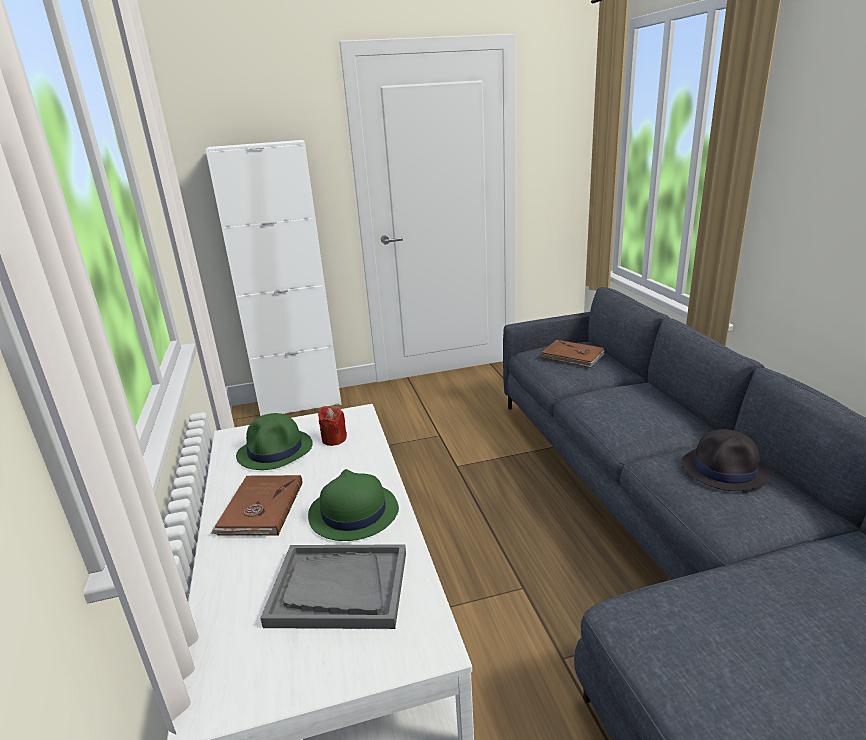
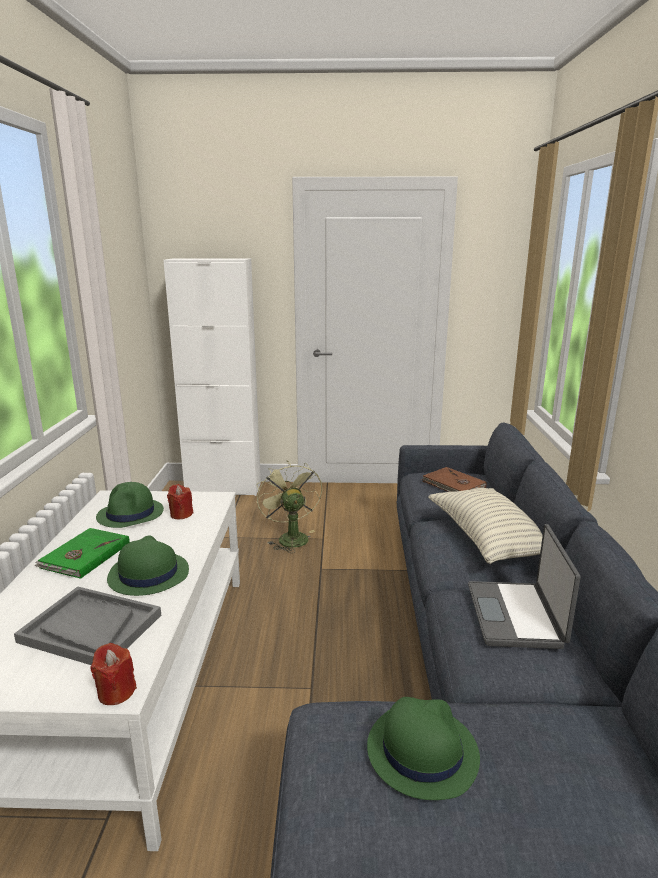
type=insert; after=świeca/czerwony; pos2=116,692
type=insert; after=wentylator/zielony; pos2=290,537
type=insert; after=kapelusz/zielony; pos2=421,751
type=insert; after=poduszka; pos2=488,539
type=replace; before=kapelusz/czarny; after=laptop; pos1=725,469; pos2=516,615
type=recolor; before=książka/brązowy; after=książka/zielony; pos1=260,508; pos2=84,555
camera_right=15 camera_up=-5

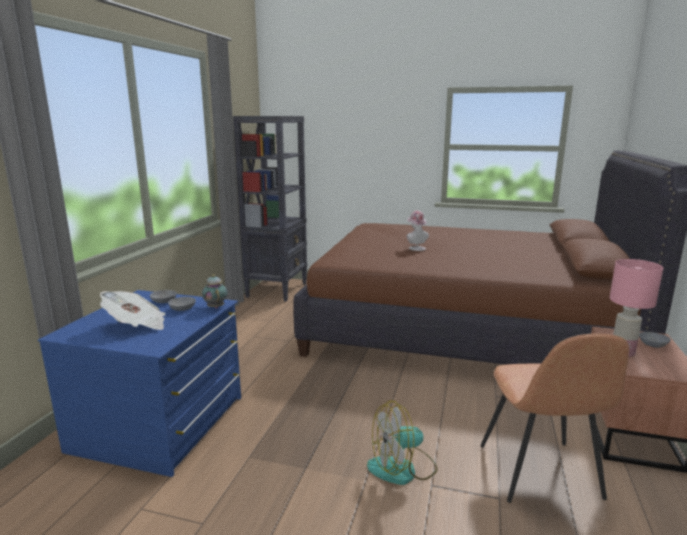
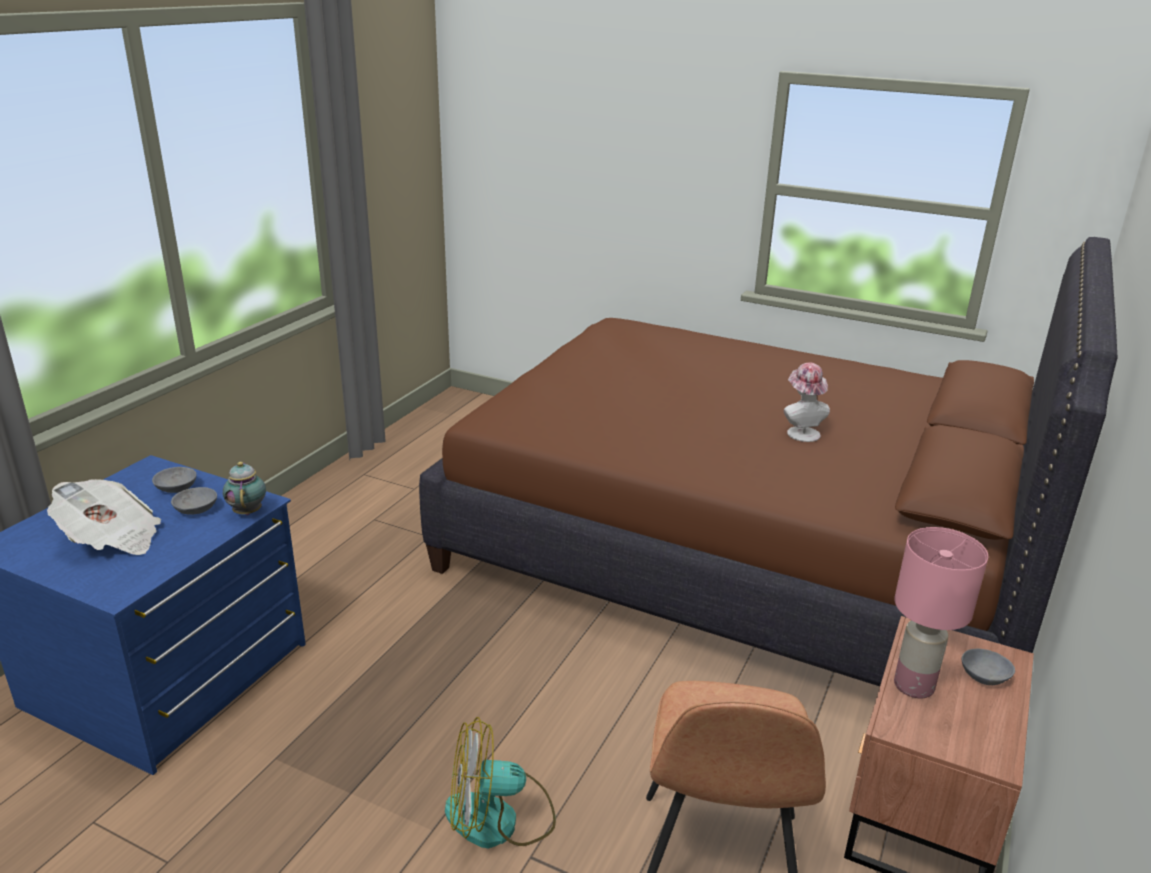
type=delete; before=regał/czarny; pos1=277,290
type=move; before=kapelusz; pos1=415,248; pos2=801,432
camera_right=10 camera_up=10

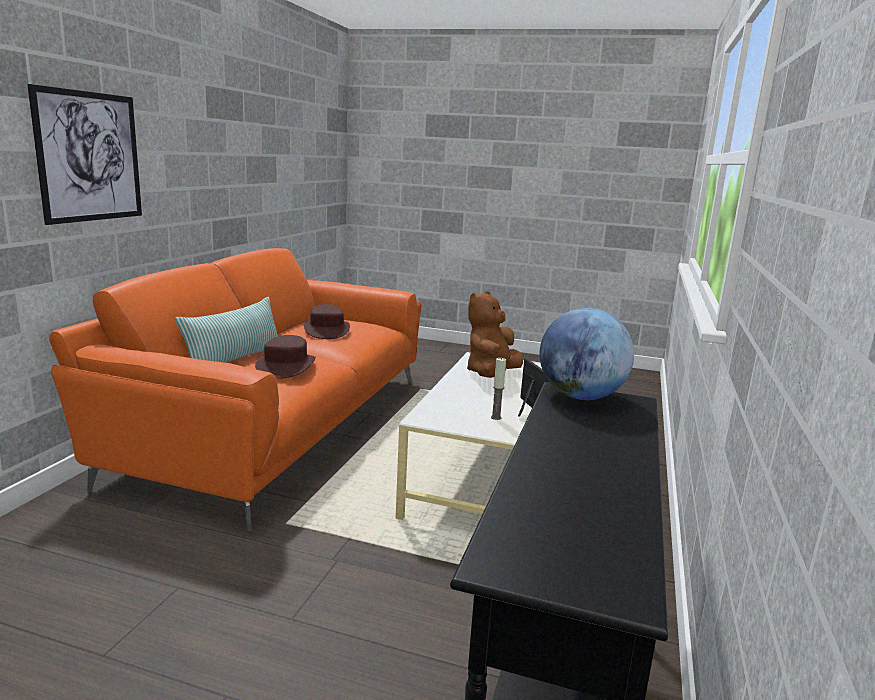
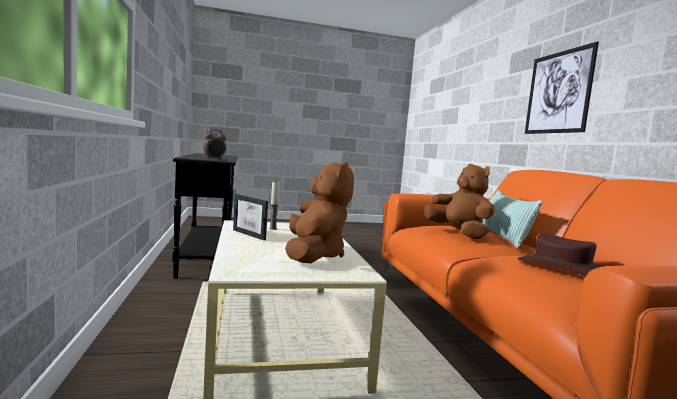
type=replace; before=kapelusz/brązowy; after=pluszak/brązowy; pos1=286,366; pos2=459,234
type=replace; before=globus; after=budzik; pos1=580,396; pos2=214,159
camera_right=150 camera_up=-10

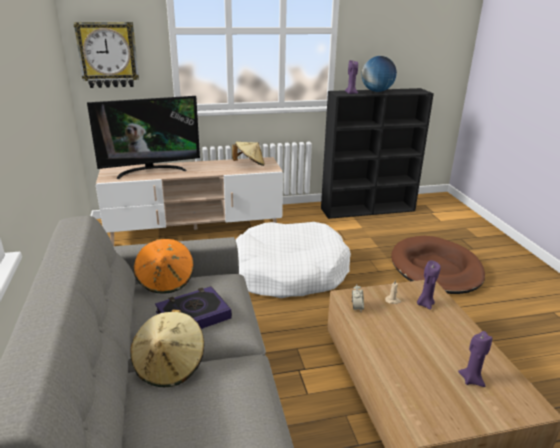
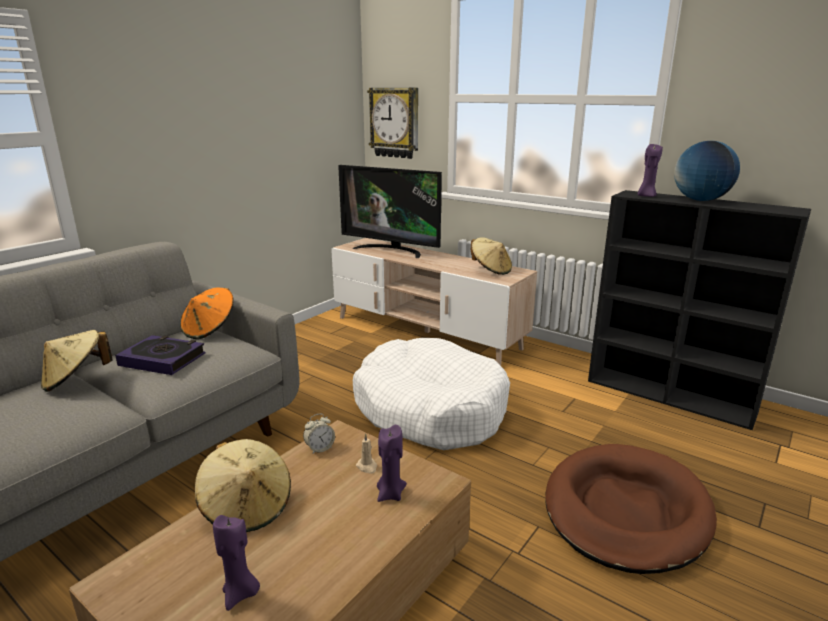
type=insert; after=kapelusz/beżowy; pos2=247,507
camera_right=50 camera_up=-5

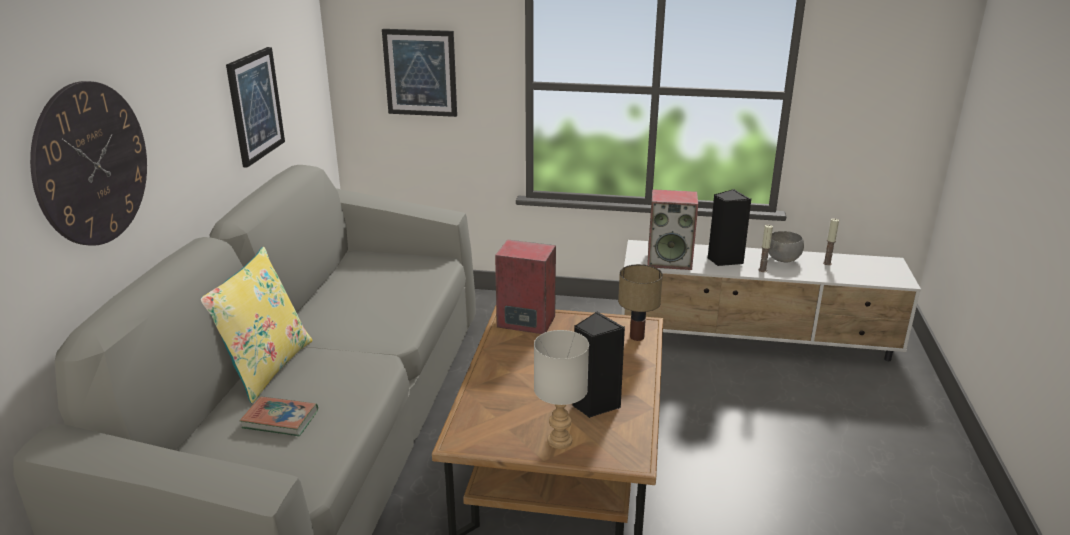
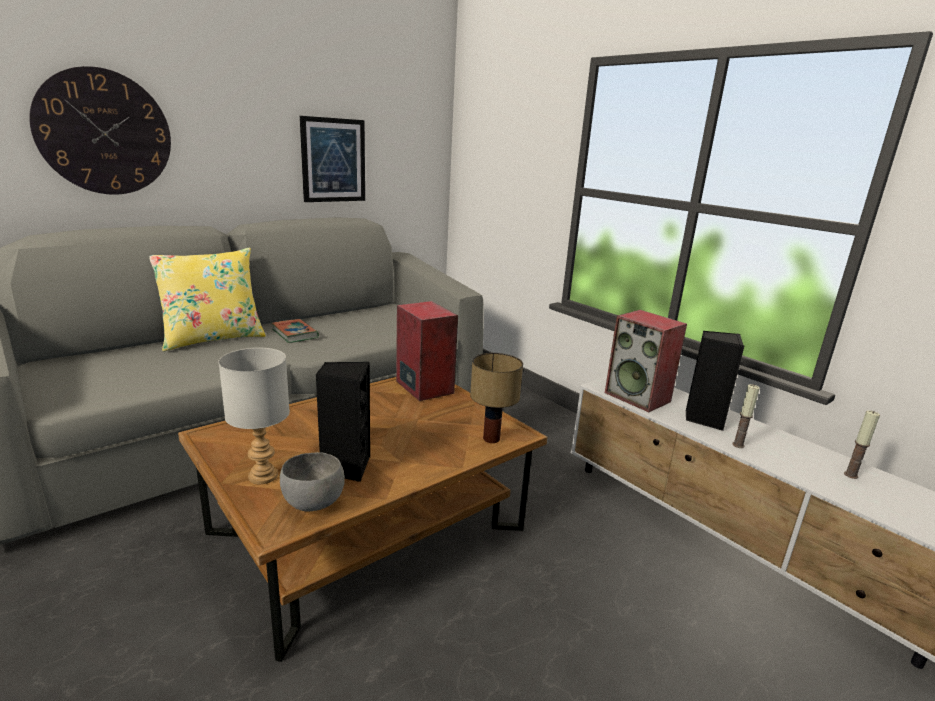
type=delete; before=obraz; pos1=420,72
type=move; before=książka; pos1=280,420; pos2=295,334
type=move; before=miska/szary; pos1=782,260; pos2=312,503
camera_right=40 camera_up=-5

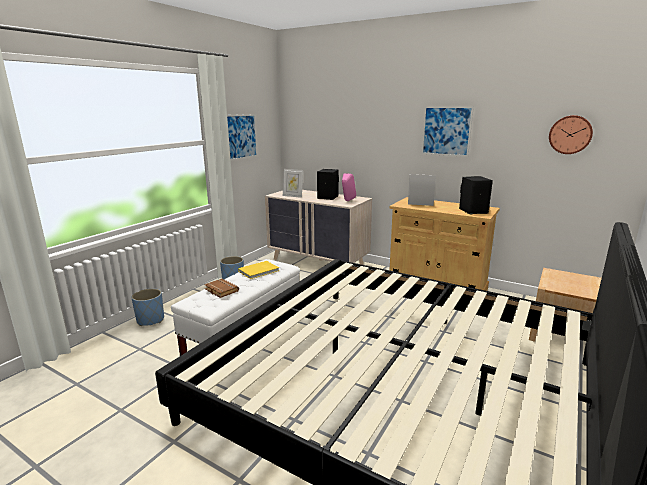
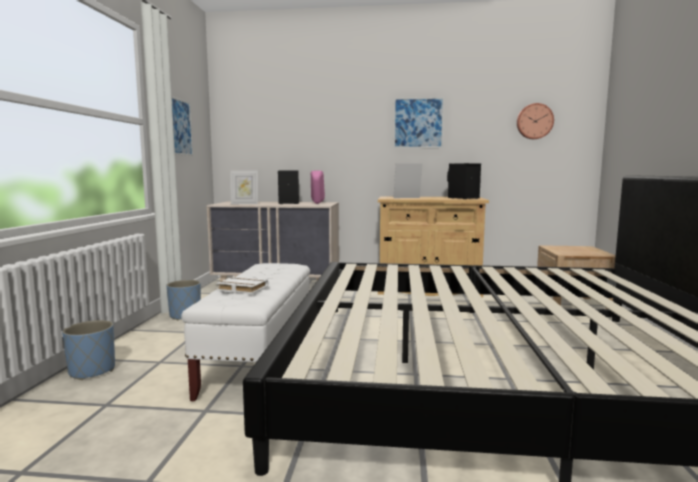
type=delete; before=książka/żółty; pos1=259,271
type=recolor; before=książka/brązowy; after=książka/biały; pos1=220,290; pos2=241,289
camera_right=-25 camera_up=-10

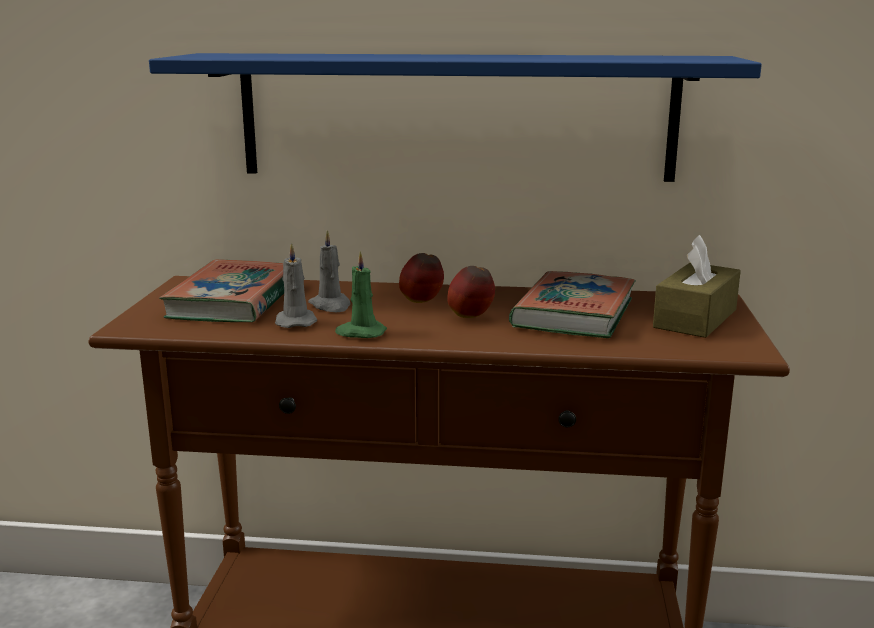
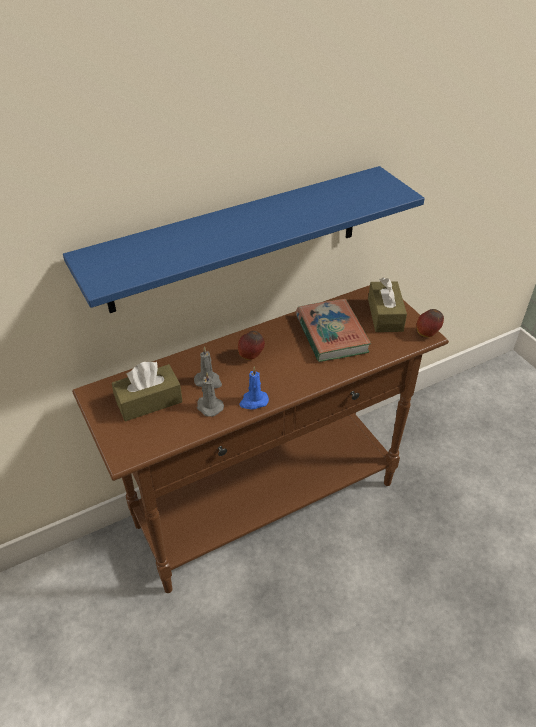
type=move; before=jabłko; pos1=471,318; pos2=427,334
type=replace; before=książka; after=pudełko chusteczek/brązowy; pos1=234,300; pos2=149,401
type=recolor; before=świeca/zielony; after=świeca/niebieski; pos1=360,333; pos2=253,401
camera_right=-35 camera_up=25

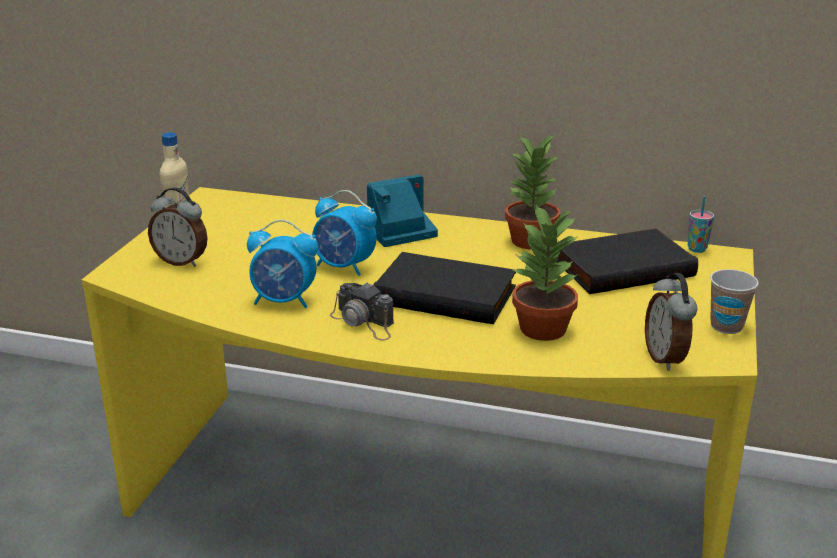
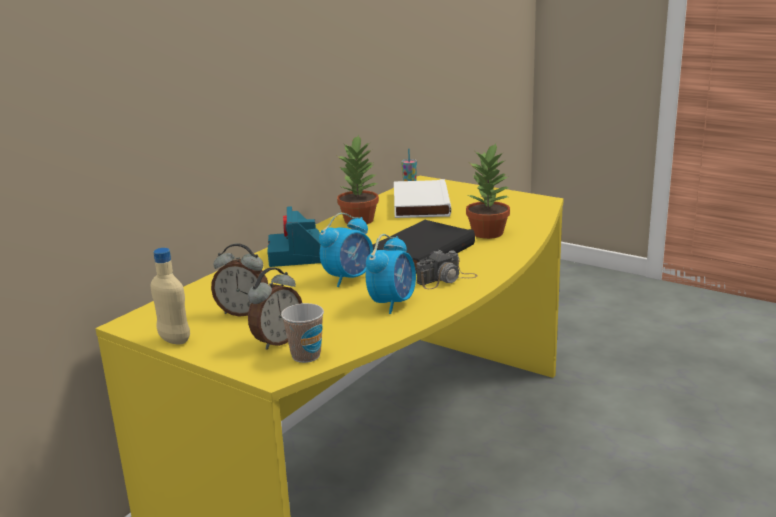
type=move; before=budzik; pos1=666,358; pos2=243,312
type=move; before=filiżanka; pos1=726,326; pos2=306,356
type=recolor; before=książka/czarny; after=książka/biały; pos1=623,267; pos2=419,204
camera_right=-70 camera_up=-5

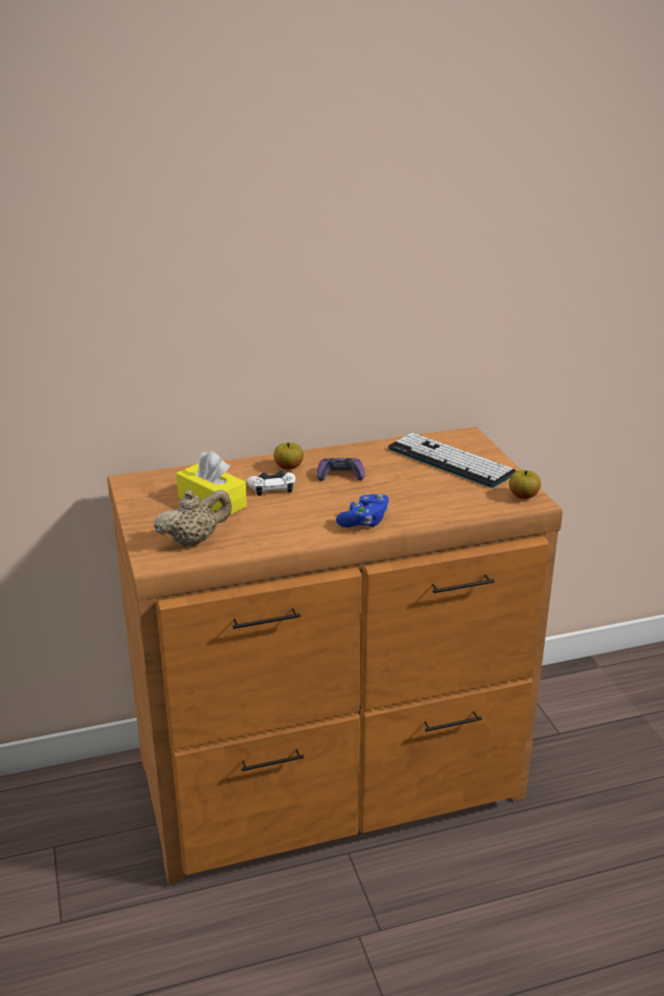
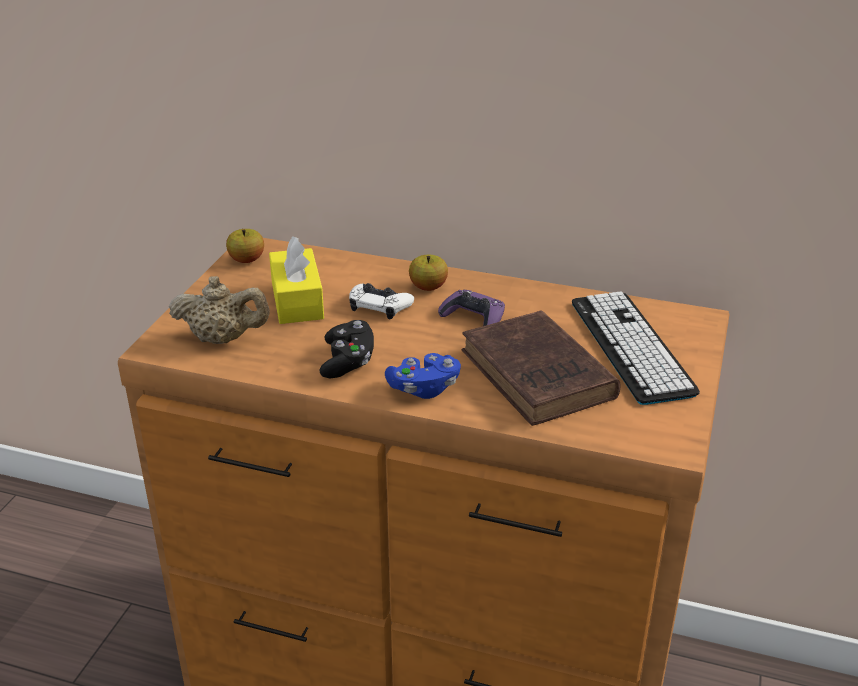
type=insert; after=pad do gier/czarny; pos2=348,362
type=insert; after=książka/brązowy; pos2=540,377
type=move; before=jabłko; pos1=523,496; pos2=247,260
camera_right=35 camera_up=5

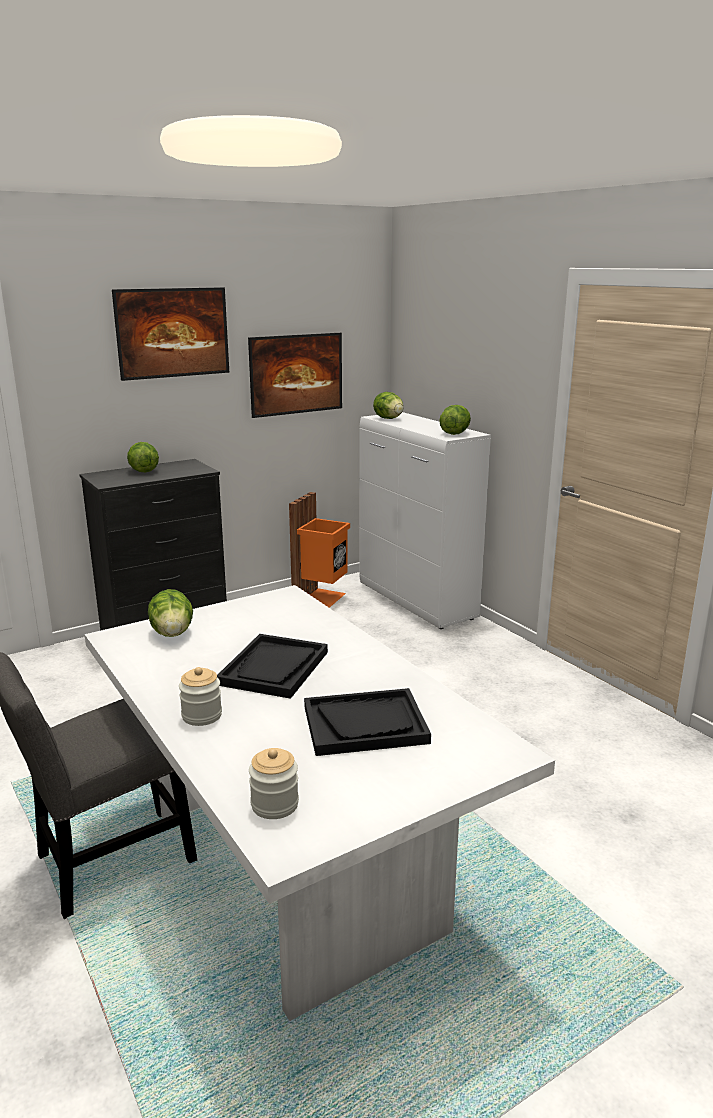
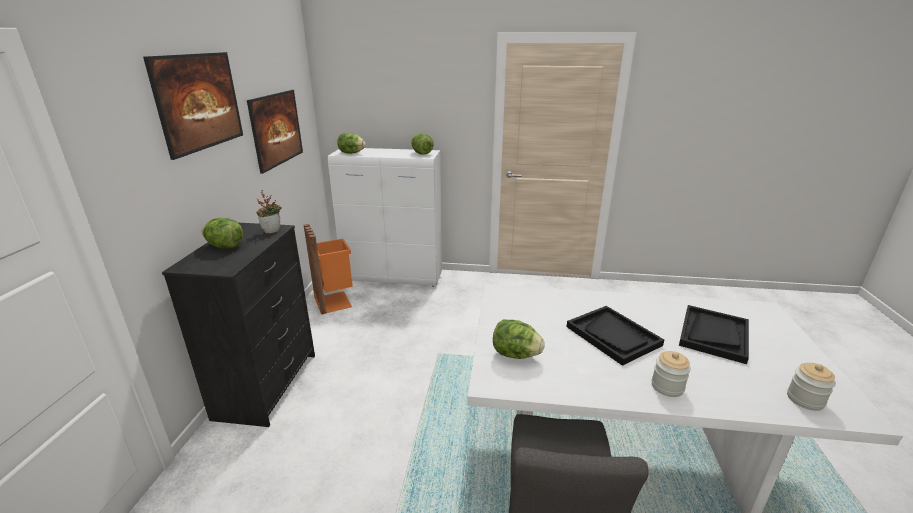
type=insert; after=roślina doniczkowa; pos2=272,231
camera_right=-50 camera_up=5

